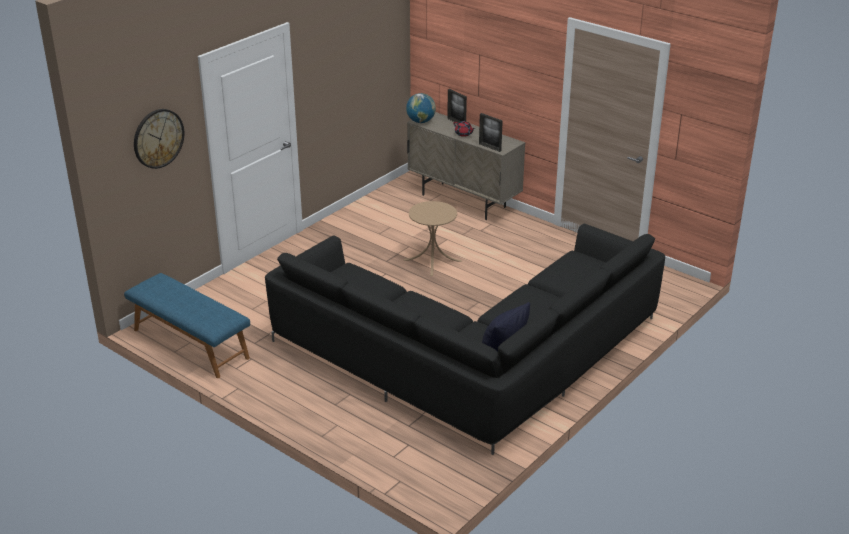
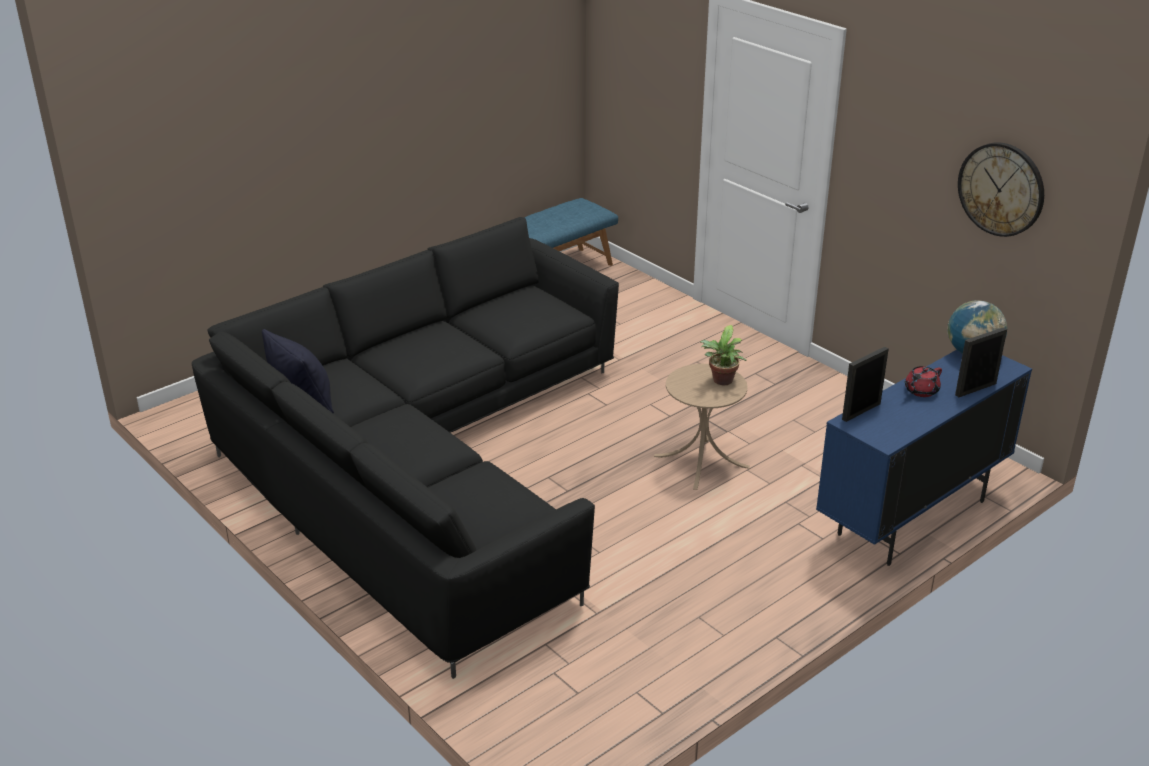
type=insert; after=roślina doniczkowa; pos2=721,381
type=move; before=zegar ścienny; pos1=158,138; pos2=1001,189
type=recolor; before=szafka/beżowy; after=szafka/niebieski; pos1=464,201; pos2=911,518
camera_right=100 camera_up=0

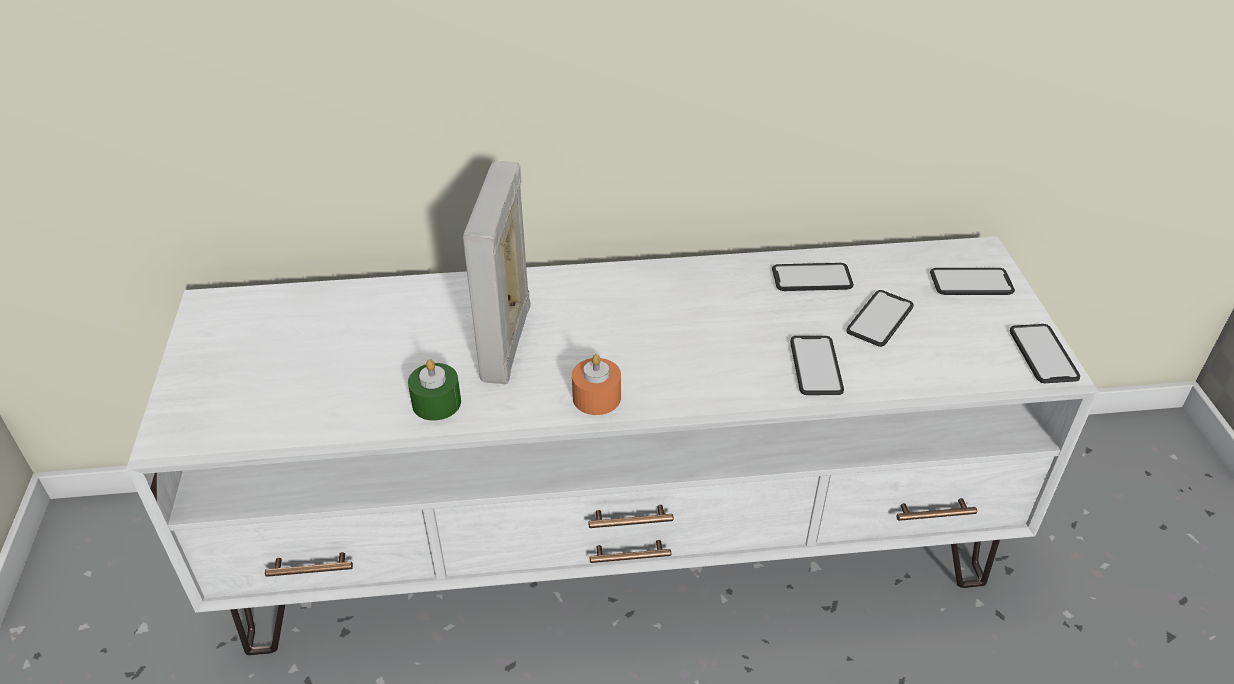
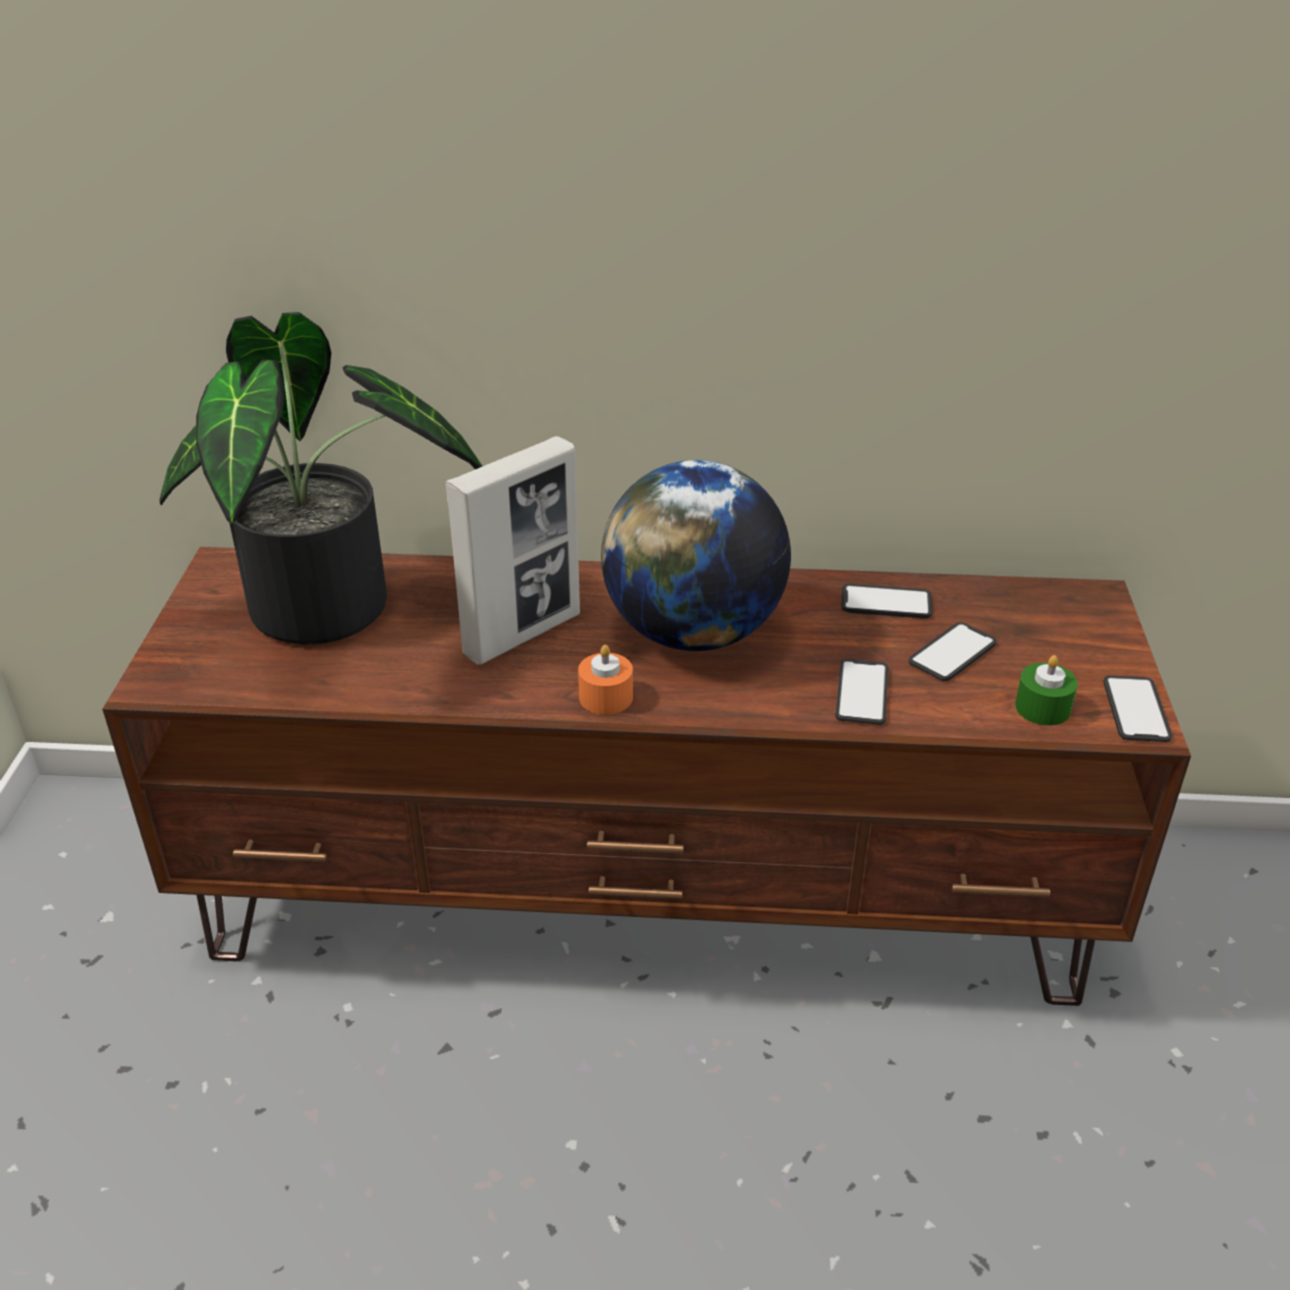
type=delete; before=telefon; pos1=971,283
type=insert; after=roślina doniczkowa; pos2=334,612
type=insert; after=globus; pos2=693,633
type=move; before=świeca/zielony; pos1=436,403; pos2=1042,707
type=recolor; before=szafka pod telewizor/biały; after=szafka pod telewizor/brązowy; pos1=619,543; pos2=648,900
type=rotate; before=ramka na zdjęcie; pos1=506,344; pos2=522,634; turn=-150
camera_right=10 camera_up=-5

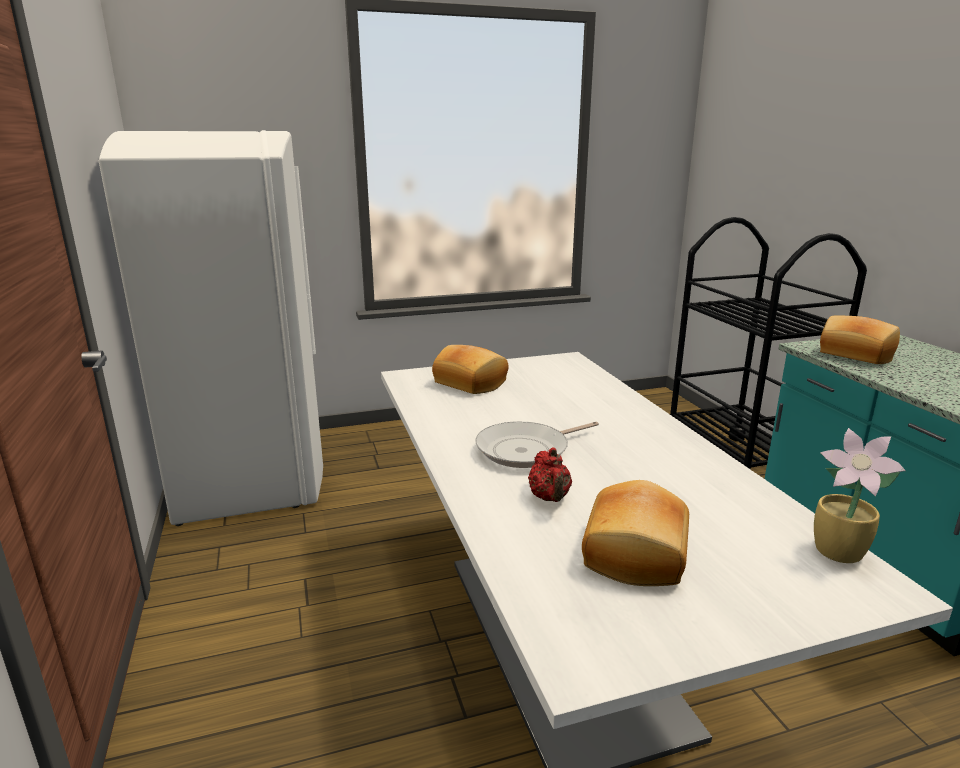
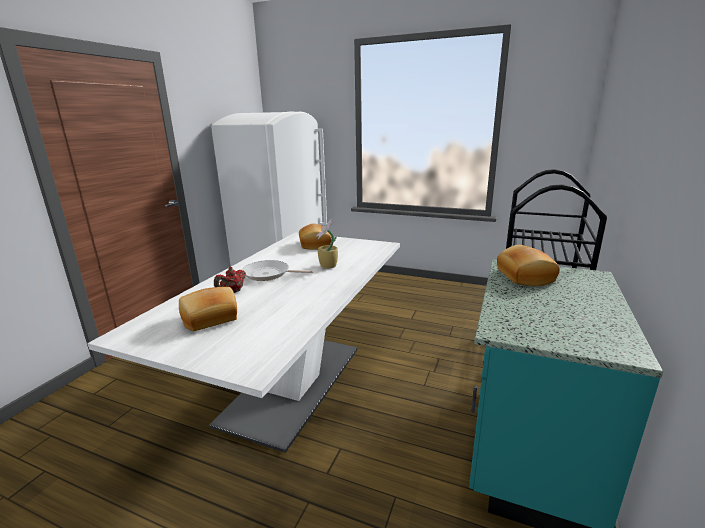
type=move; before=roślina doniczkowa; pos1=840,553; pos2=328,266
camera_right=40 camera_up=0

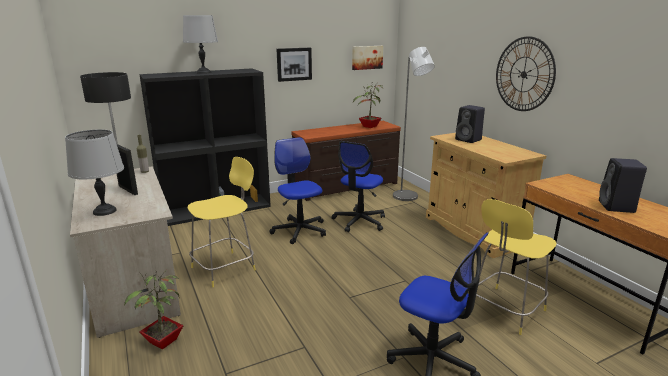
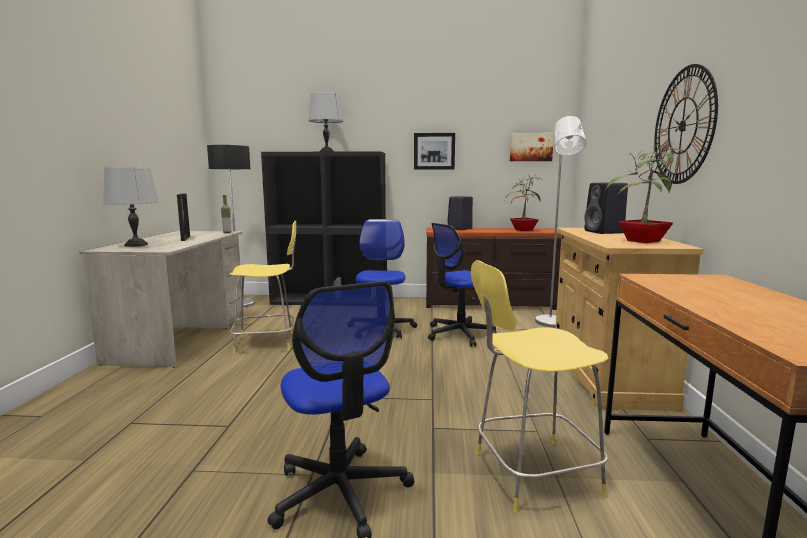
type=move; before=roślina doniczkowa; pos1=162,342; pos2=641,241
type=move; before=głośnik/czarny; pos1=617,207; pos2=459,229
camera_right=30 camera_up=-10

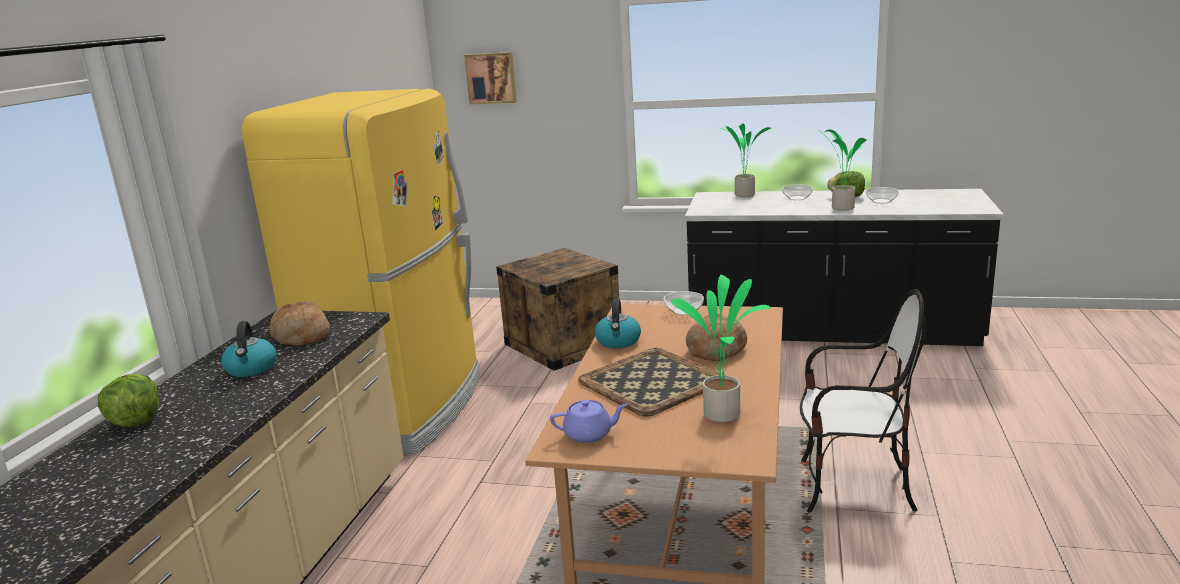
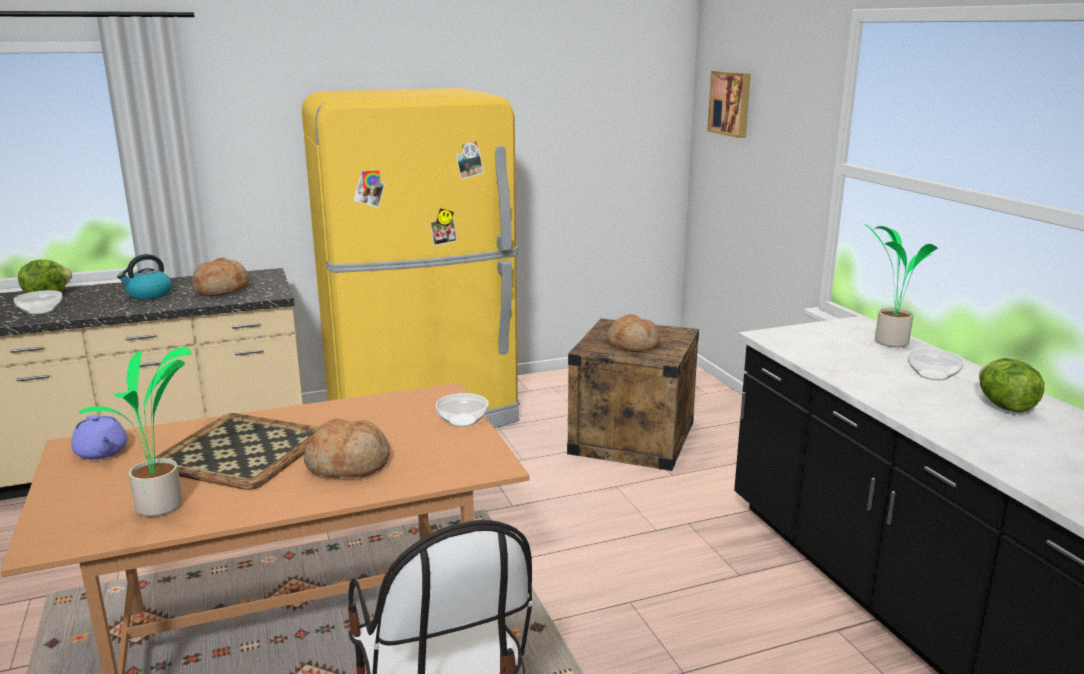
type=delete; before=czajnik; pos1=618,341
type=delete; before=roślina doniczkowa; pos1=841,208
type=insert; after=chleb; pos2=633,345
type=move; before=miska; pos1=881,201; pos2=40,311
camera_right=55 camera_up=0

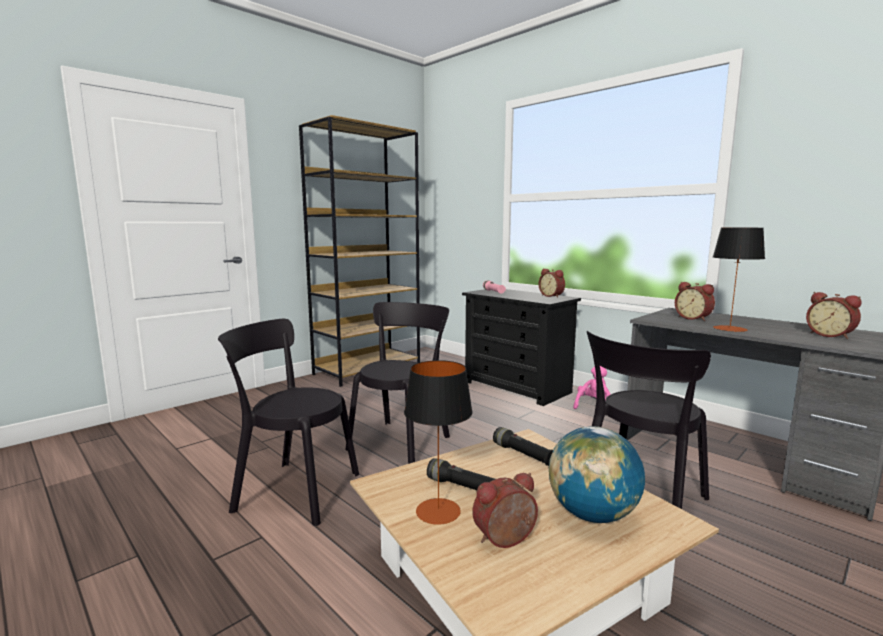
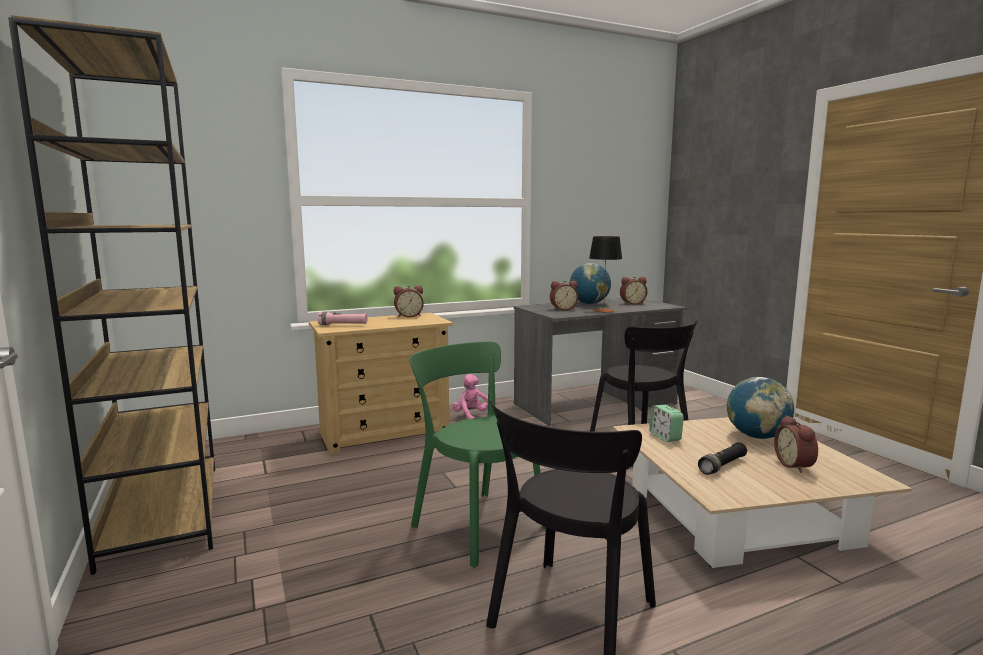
type=delete; before=lampa stołowa; pos1=438,511
type=insert; after=globus; pos2=589,304
type=replace; before=latarka/czarny; after=budzik; pos1=523,454; pos2=665,437
type=recolor; before=krzesło/czarny; after=krzesło/zielony; pos1=401,441; pos2=475,524
type=recolor; before=komoda/czarny; after=komoda/beżowy; pos1=517,387; pos2=385,433
camera_right=-70 camera_up=0

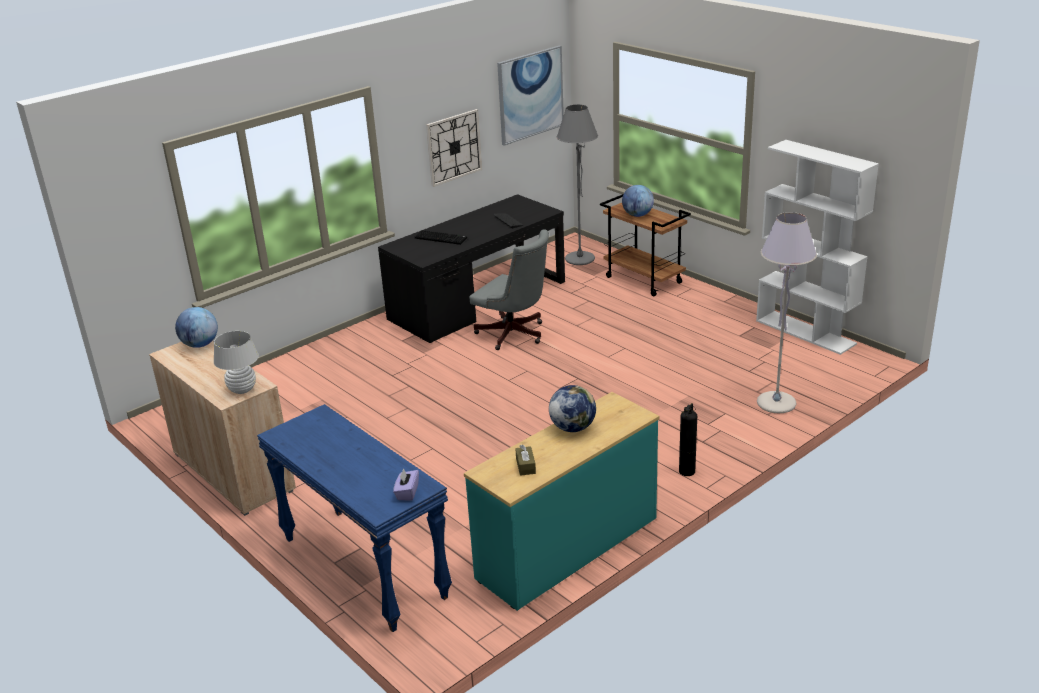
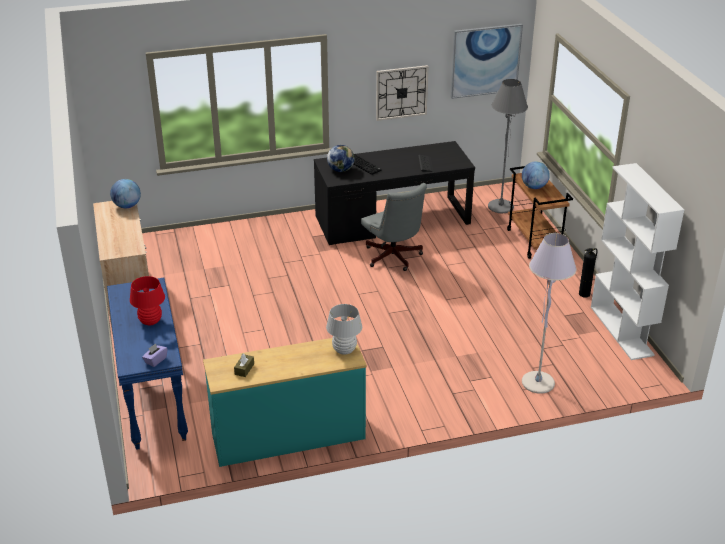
type=insert; after=lampa stołowa/czerwony; pos2=150,321
type=move; before=lampa stołowa/biały; pos1=242,390; pos2=344,350
type=move; before=globus; pos1=572,428; pos2=341,170
type=move; before=gaśnica; pos1=687,471; pos2=584,294
camera_right=25 camera_up=5

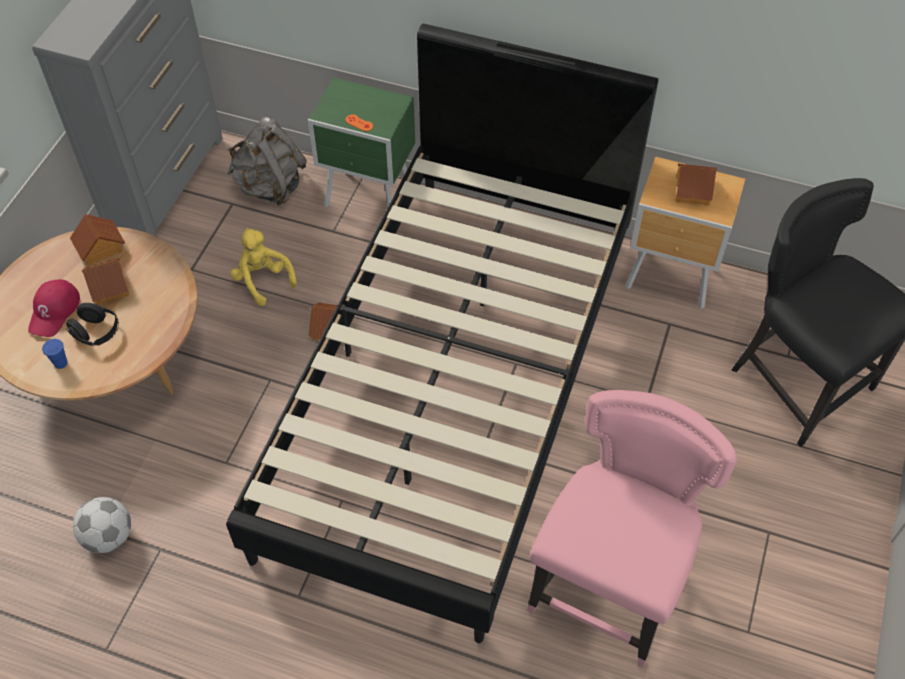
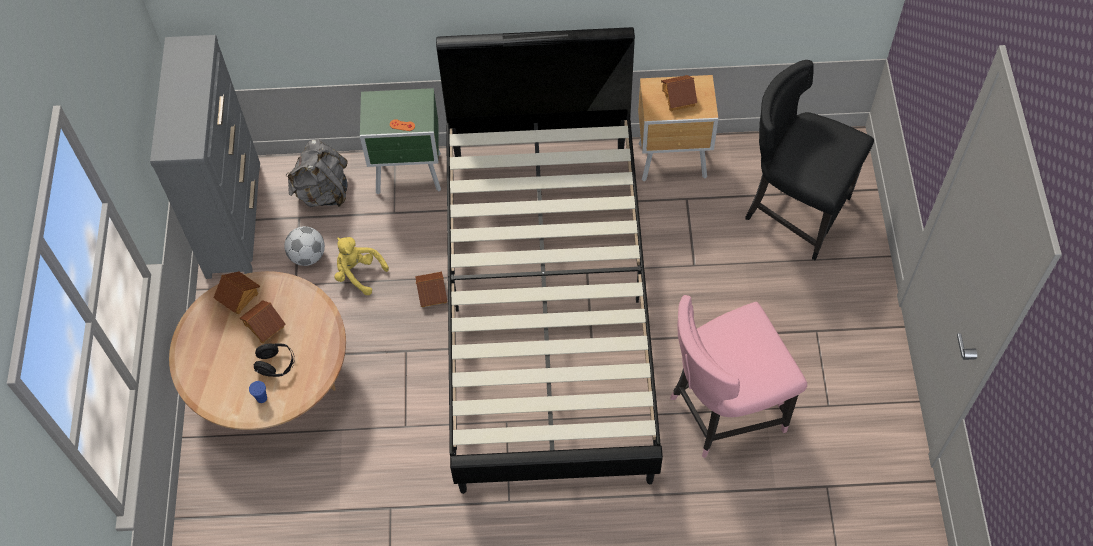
type=delete; before=czapka z daszkiem/czerwony; pos1=54,311
type=move; before=piłka futbolowa; pos1=109,536; pos2=308,255
type=rotate; before=krzesło/różowy; pos1=609,586; pos2=723,410; turn=-120
camera_right=-20 camera_up=5

